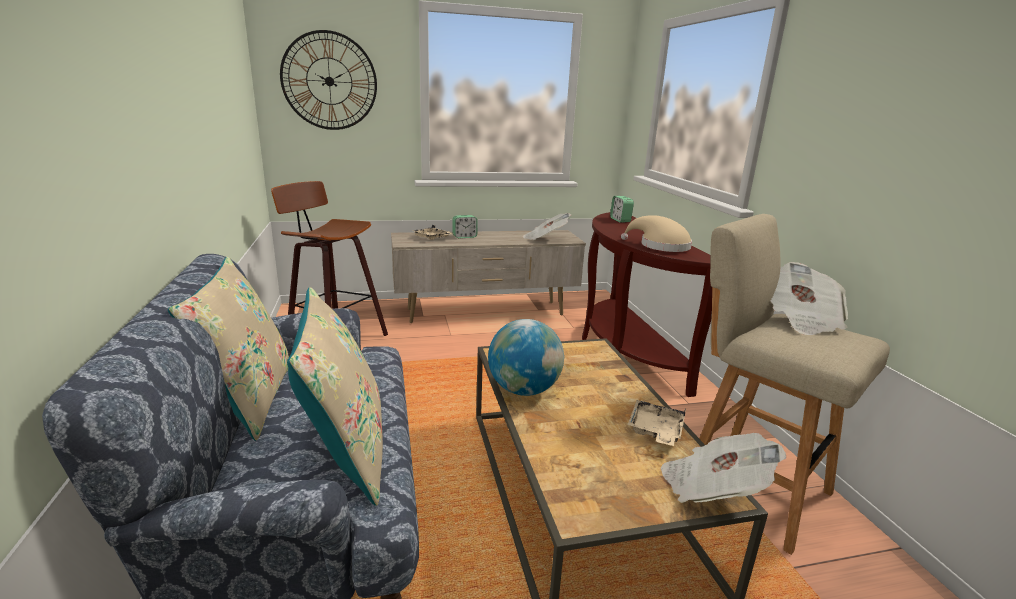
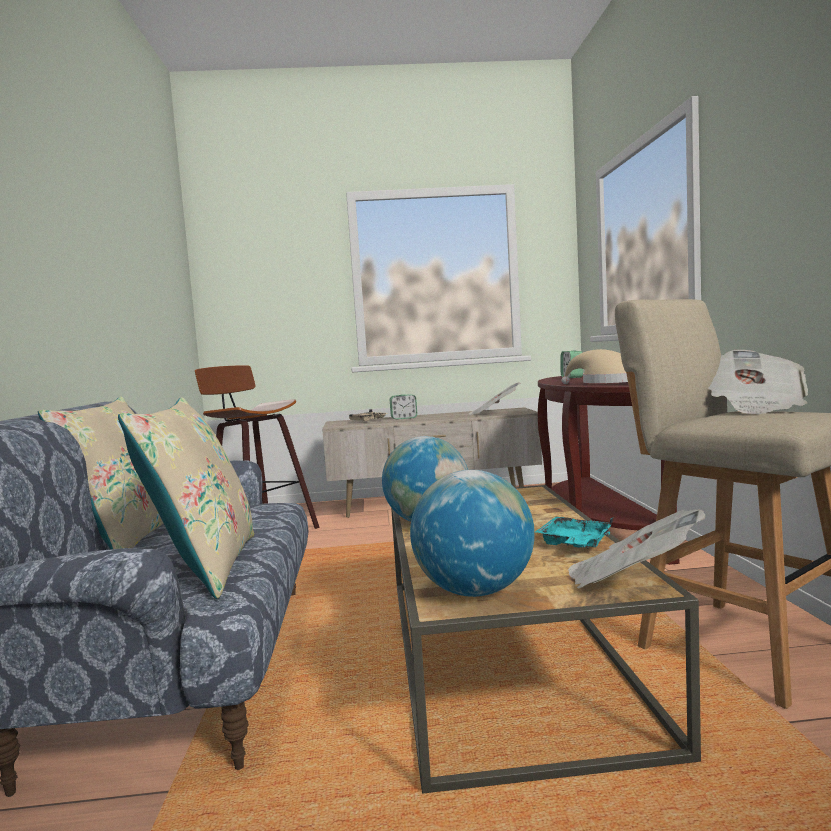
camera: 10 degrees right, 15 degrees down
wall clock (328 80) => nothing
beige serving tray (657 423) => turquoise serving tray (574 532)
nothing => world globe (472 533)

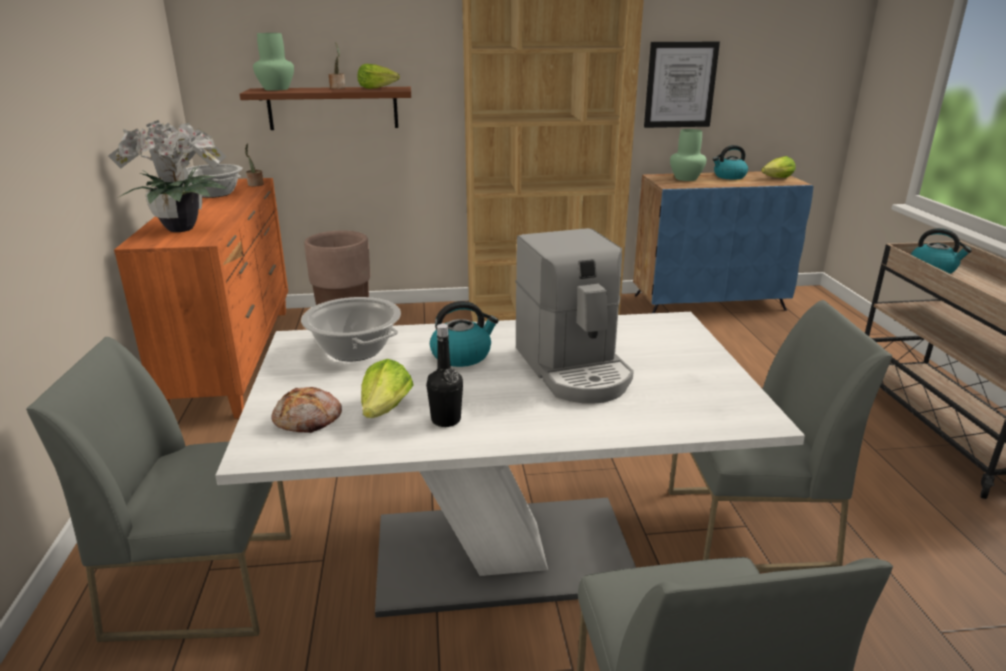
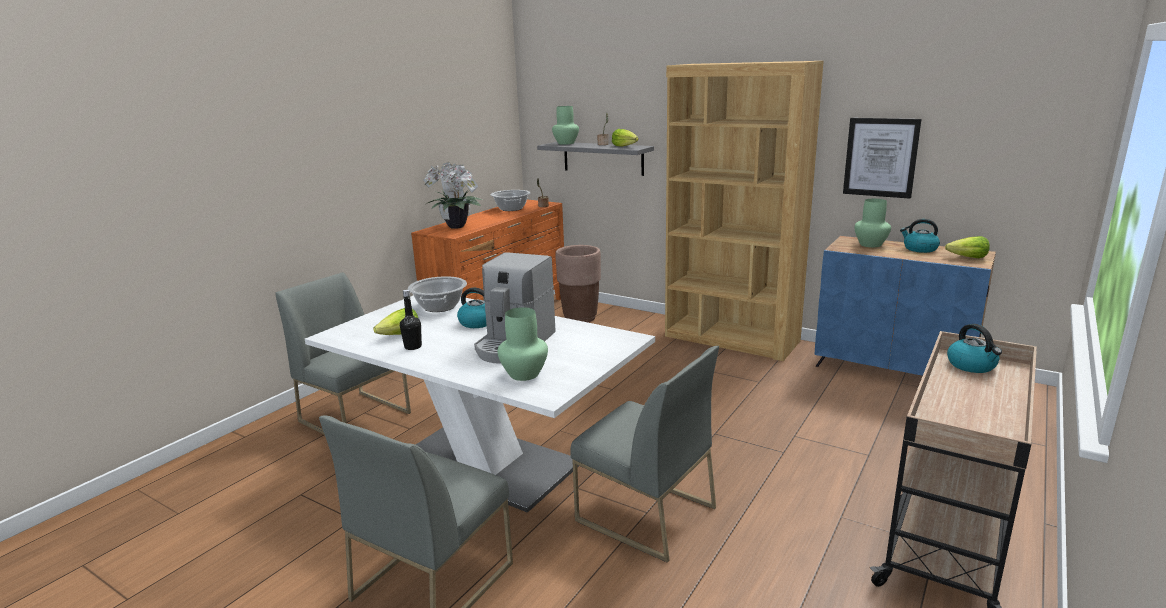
camera: 40 degrees right, 5 degrees down
brown wall shelf (325 108) => greyish wall shelf (595 159)
baked bread (307 410) => nothing
nothing => greenish flower vase (522 344)

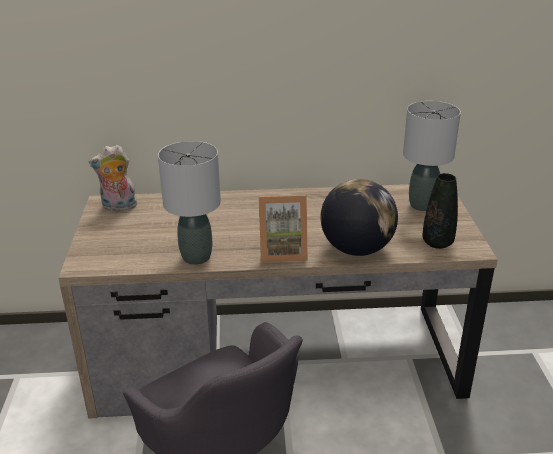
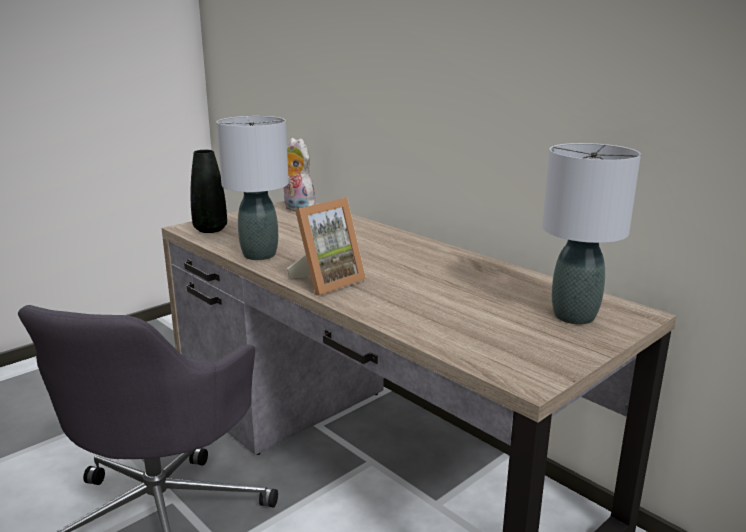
camera: 50 degrees right, 10 degrees down
black-coloured flower vase (440 211) => black-coloured flower vase (208 191), moved
world globe (359 217) => nothing
picture frame (283 229) => picture frame (326 246), 90 degrees counterclockwise

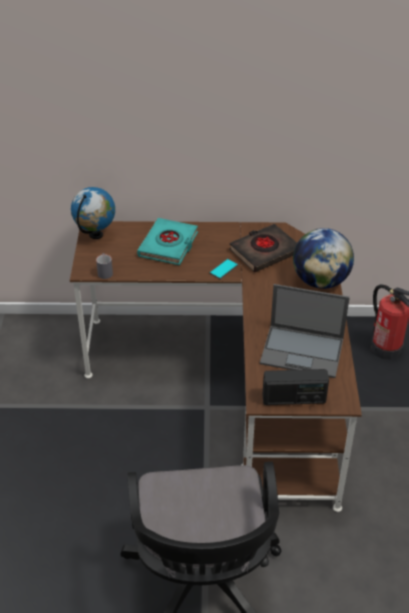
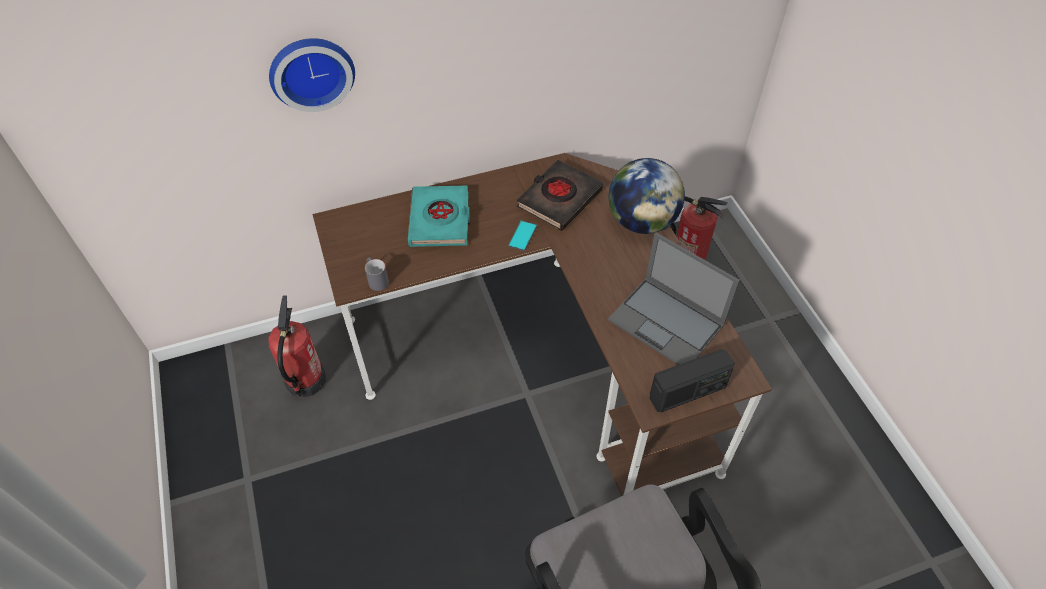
camera: 20 degrees left, 10 degrees up
world globe (93 213) => nothing
laptop (305 331) => laptop (674 298), 45 degrees clockwise
nothing => wall clock (312 75)
nothing => fire extinguisher (297 346)

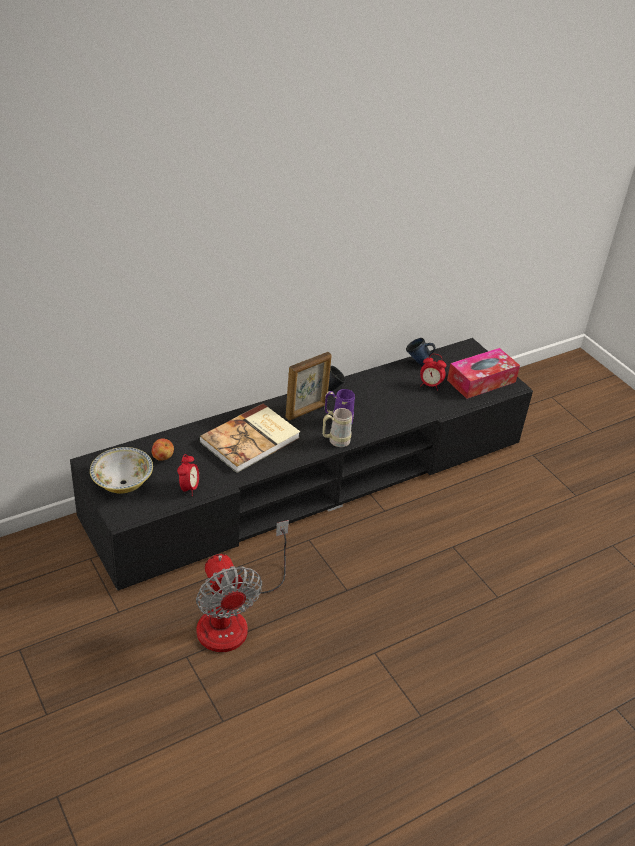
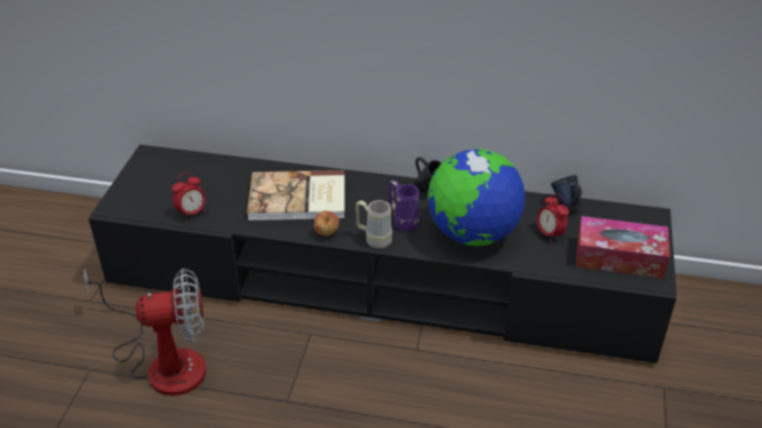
camera: 45 degrees right, 0 degrees up
picture frame (308 386) => nothing
apple (163 449) => apple (326 223), moved
deep dish (121 470) => nothing
cooling fan (242 586) => cooling fan (145 332), 120 degrees counterclockwise
nothing => world globe (476 197)

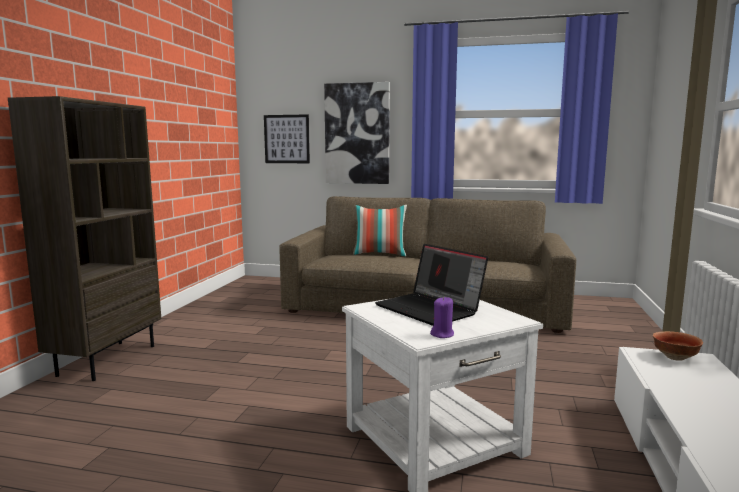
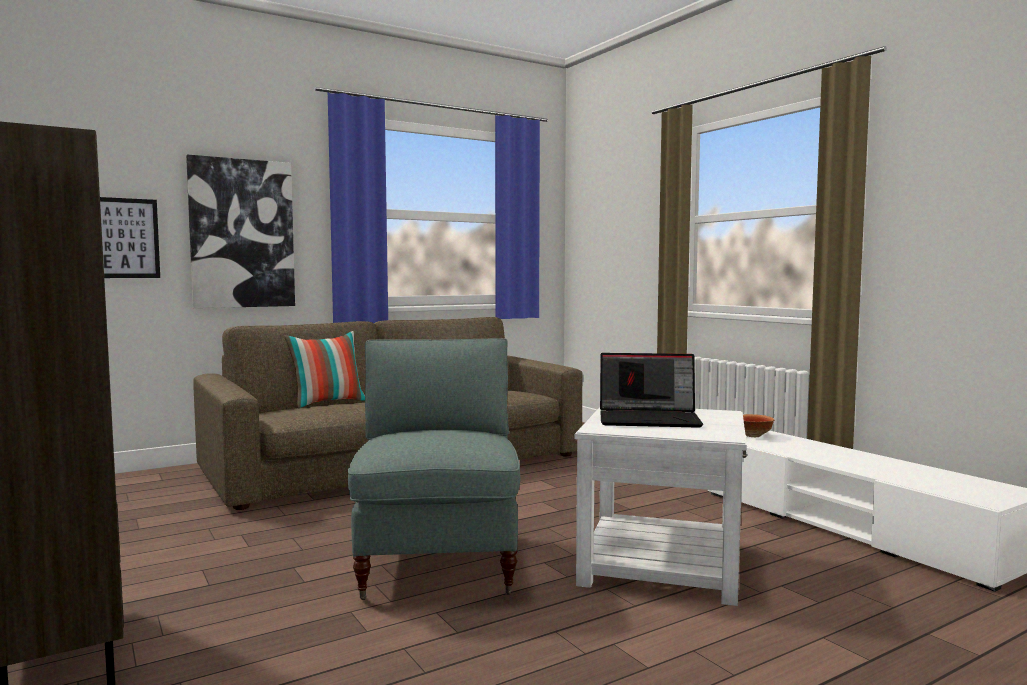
camera: 45 degrees left, 5 degrees down
purplish wax light (442 317) => nothing
nothing => greyish easy chair (434 469)

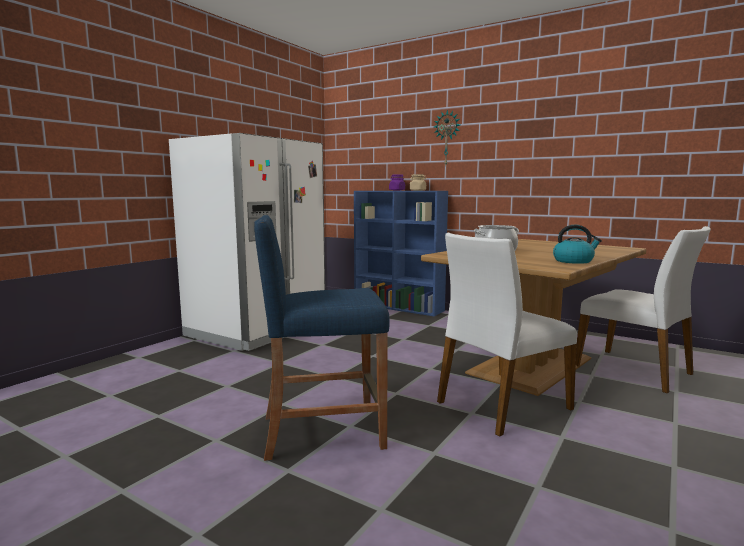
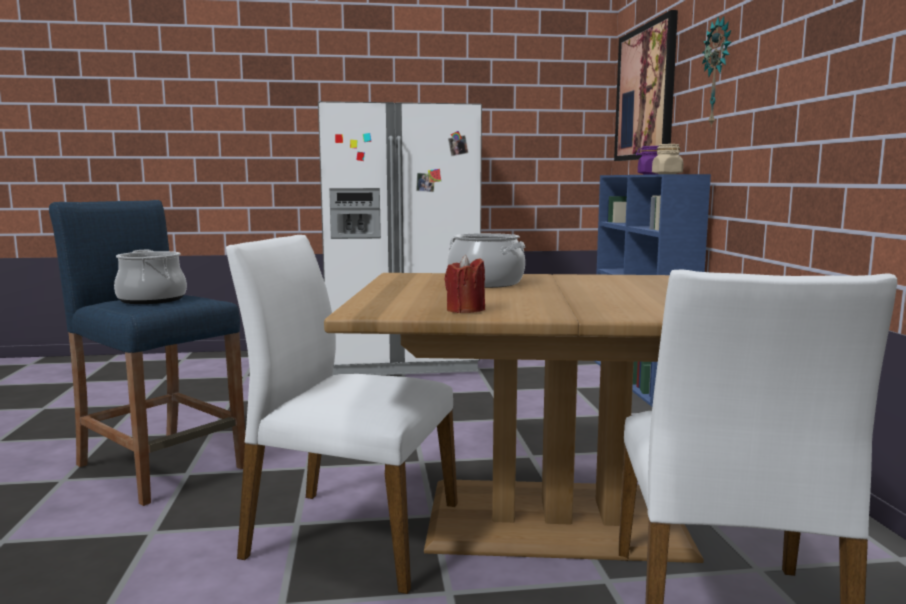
camera: 50 degrees right, 0 degrees up
kettle (577 244) => reddish wax light (465 284)
nothing => wall art (646 85)
nothing => saucepot (150 277)

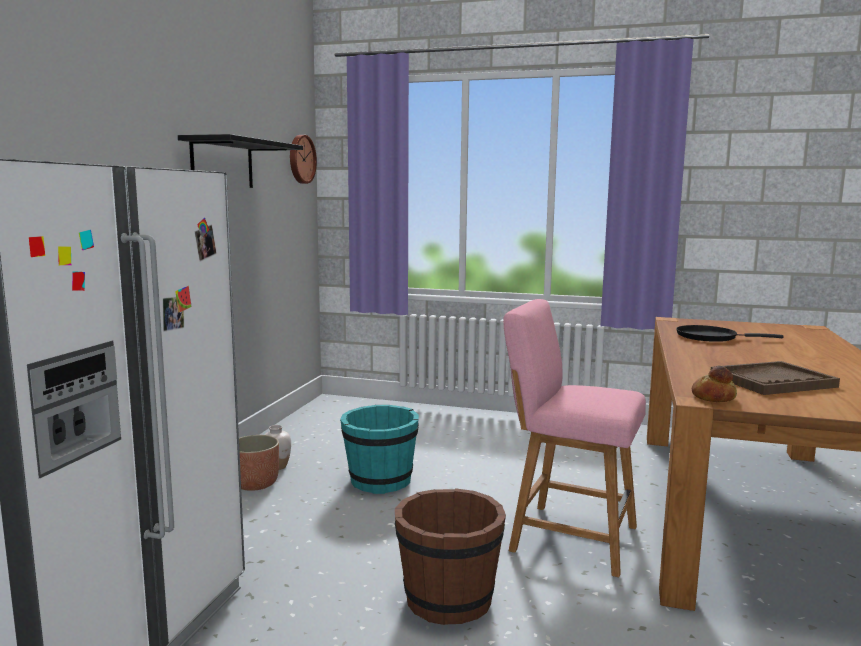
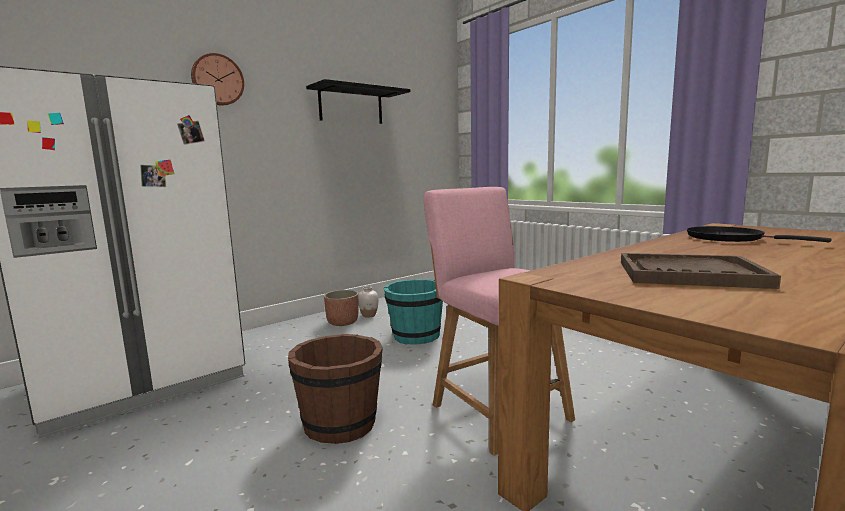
camera: 35 degrees right, 0 degrees up
wall clock (303 159) => wall clock (217 79), moved
baked bread (714 383) => nothing

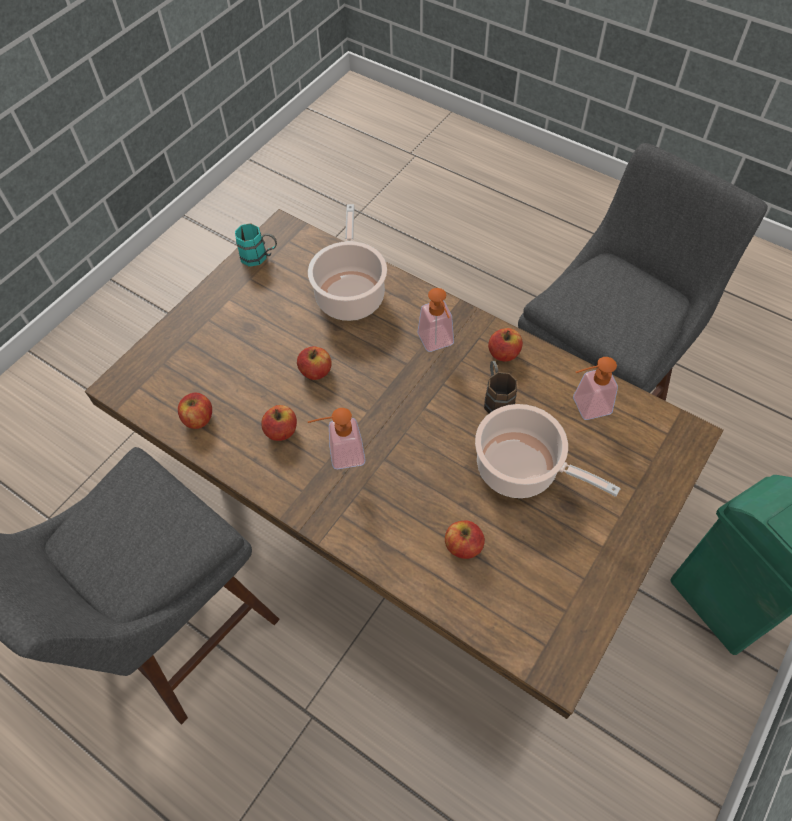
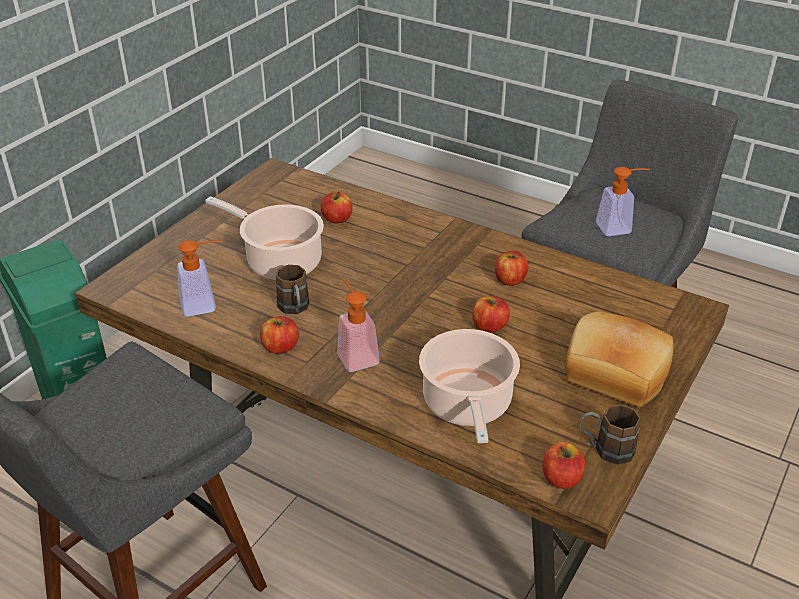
camera: 175 degrees right, 20 degrees down
turquoise tea mug (256 245) => brown tea mug (610 434)
apple (195 411) => apple (564 465), moved
liquid soap bottle (337 438) => liquid soap bottle (623 201), moved
nothing => baked bread (619 359)

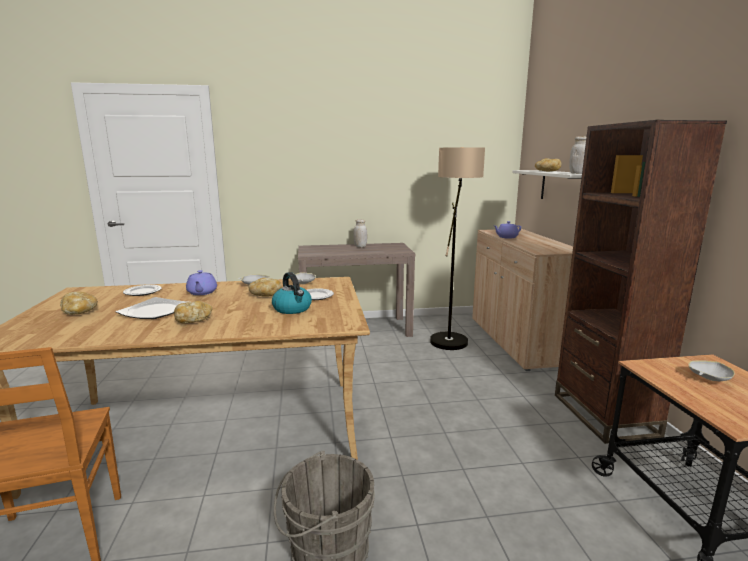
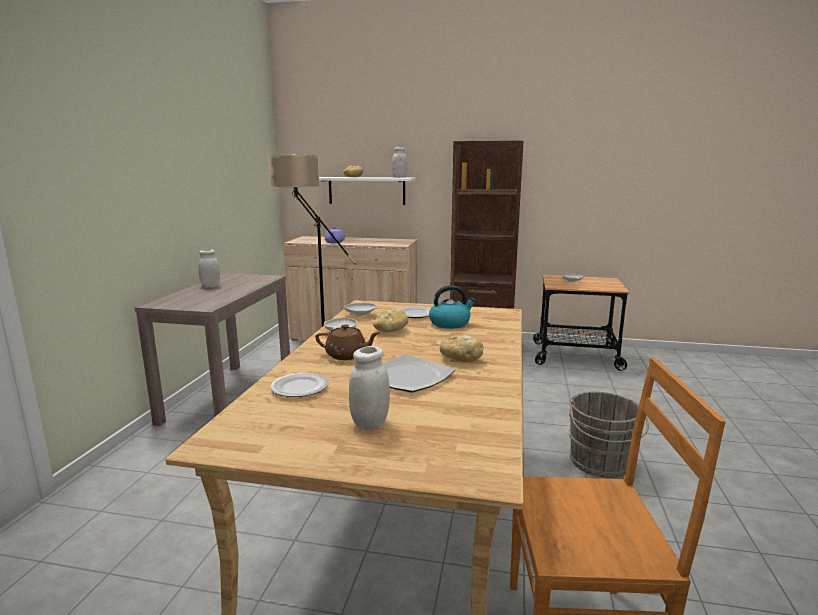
camera: 70 degrees left, 0 degrees up
purplish teapot (201 282) => brown teapot (347 342)
baked bread (79 303) => white-coloured storage jar (369 388)

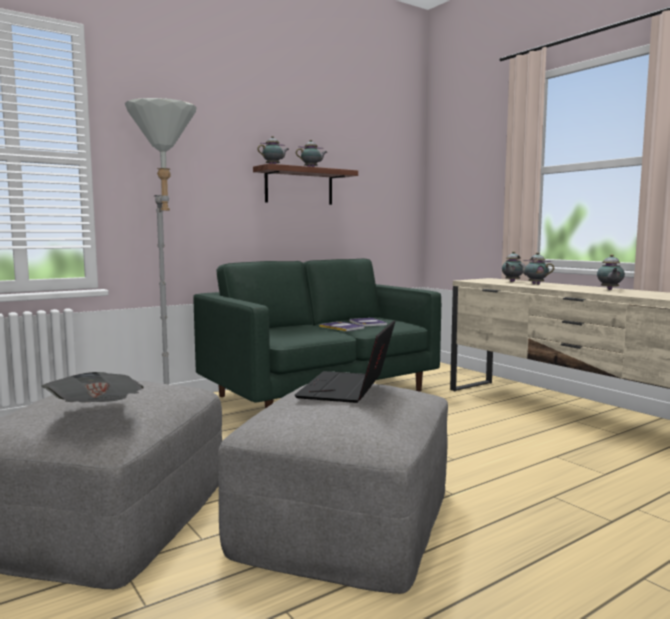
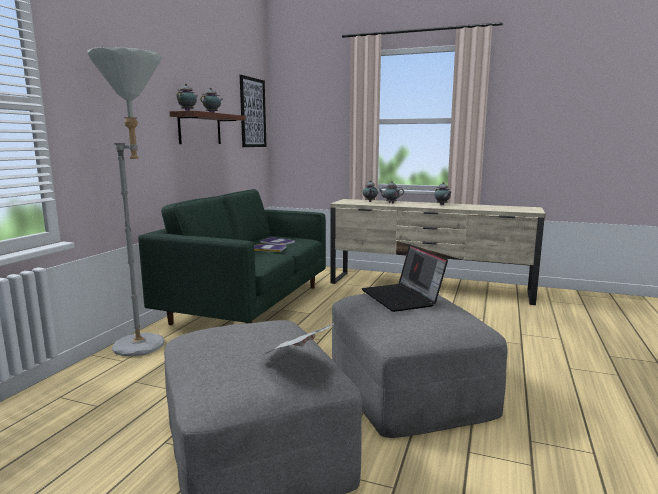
camera: 35 degrees left, 5 degrees up
nothing => wall art (253 111)

